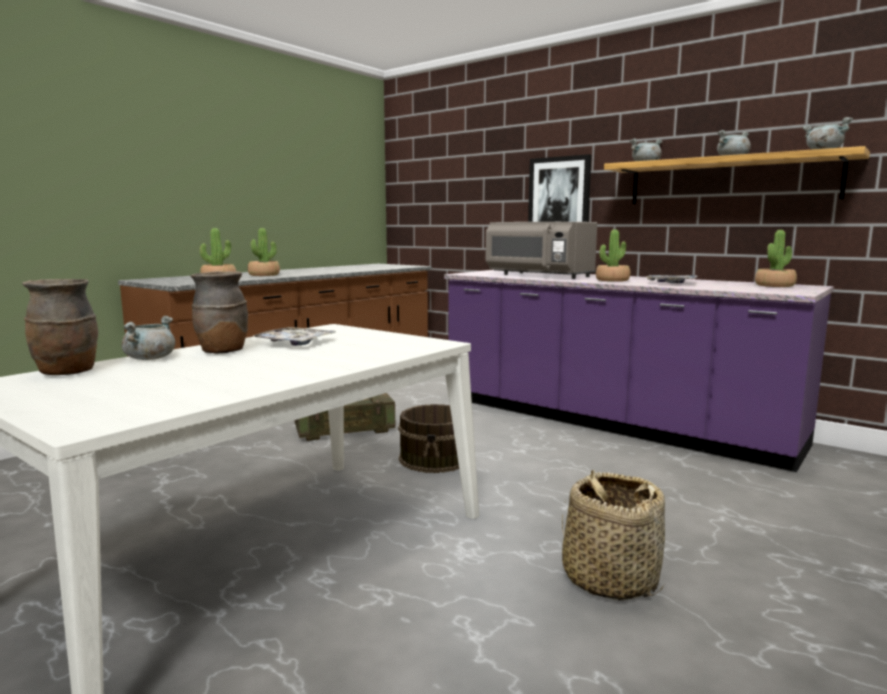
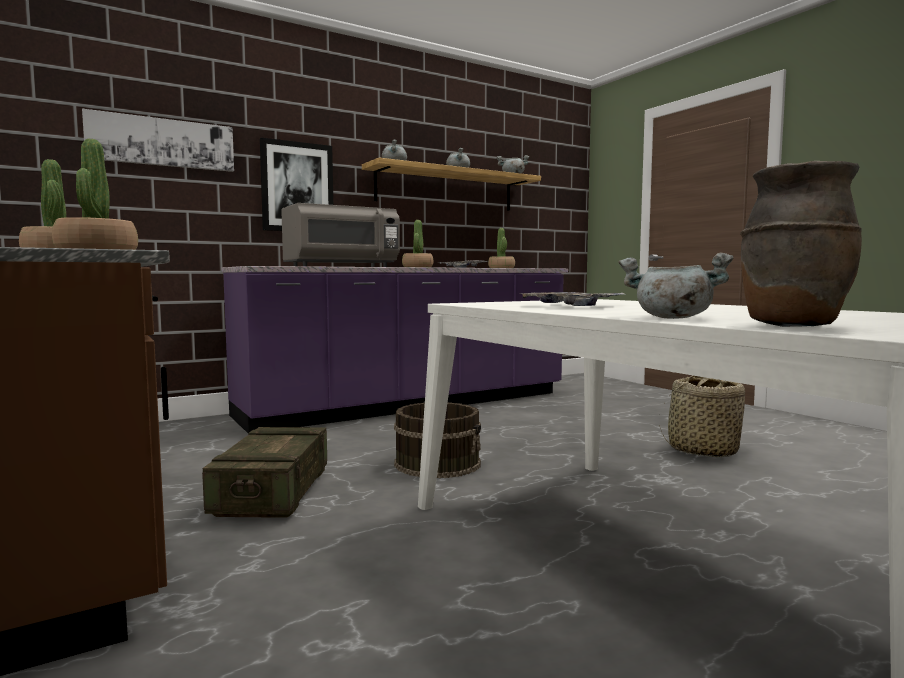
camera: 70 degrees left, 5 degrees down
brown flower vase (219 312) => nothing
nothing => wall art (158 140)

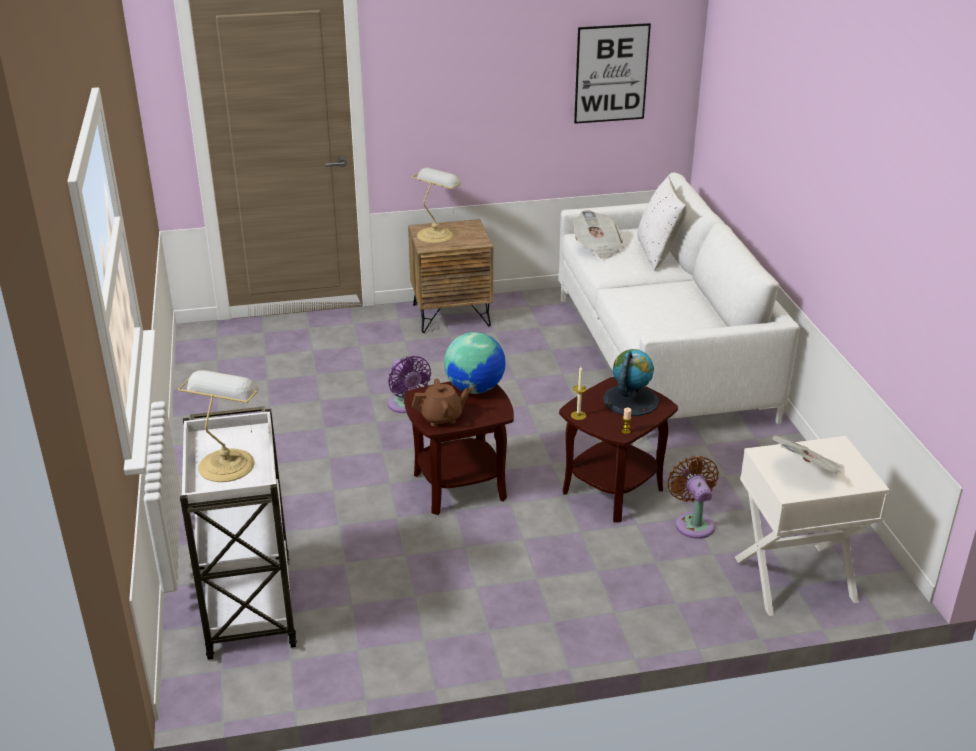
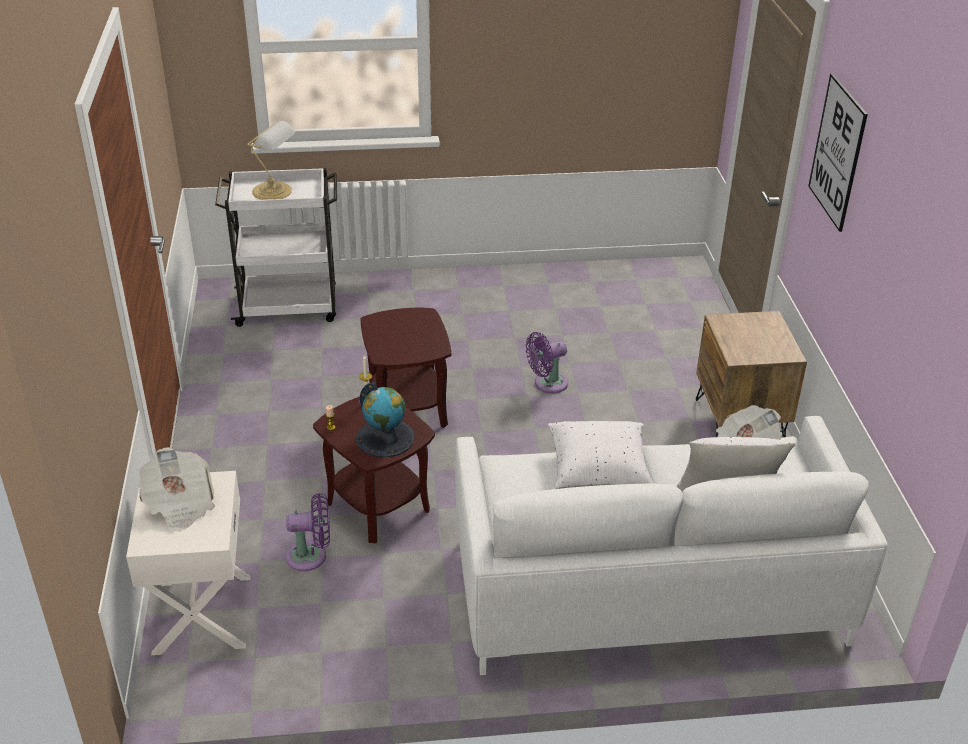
camera: 95 degrees right, 5 degrees up
wall art (612 73) => wall art (838 152), moved
table lamp (436 205) => nothing
world globe (475 363) => nothing
brown teapot (441 402) => nothing
brown cooling fan (693 497) => purplish cooling fan (308 532)
nothing => white-coloured cushion (601 455)

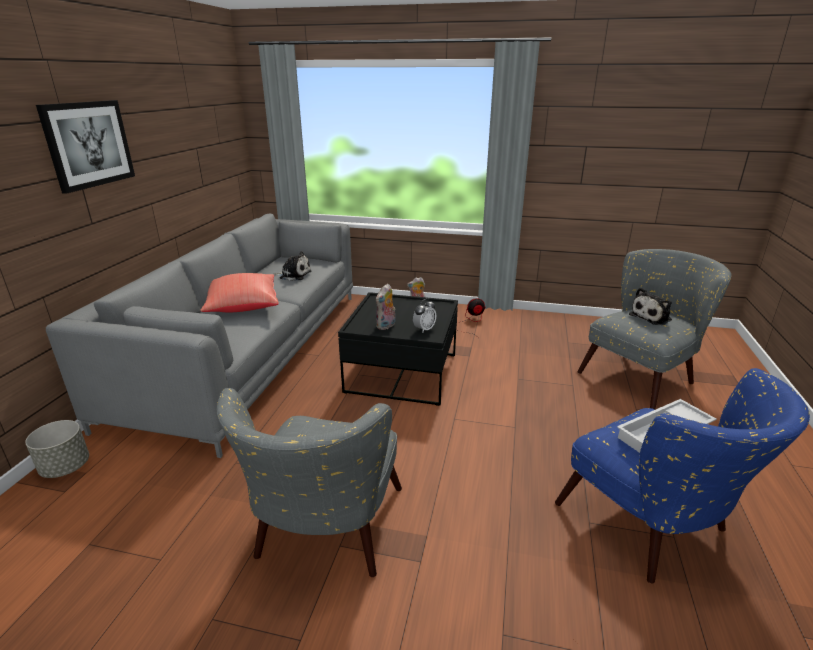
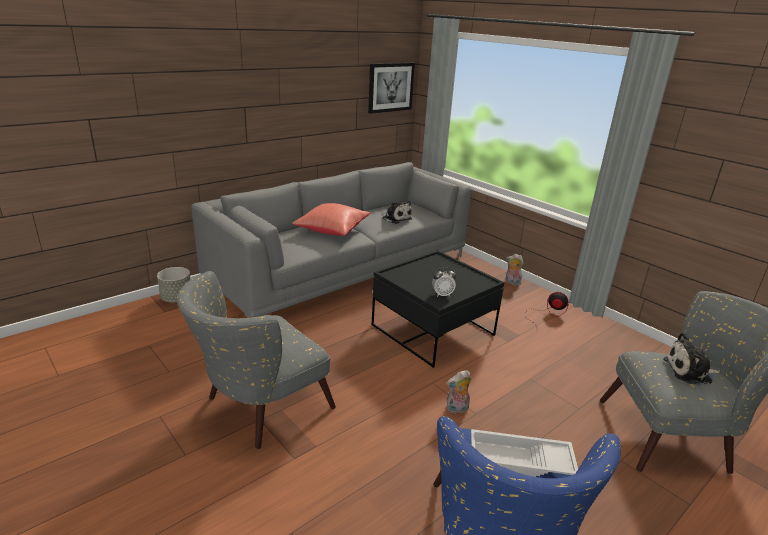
camera: 35 degrees right, 0 degrees up
wall art (85 147) => wall art (391 88), moved
plush toy (386 306) => plush toy (458 392), moved

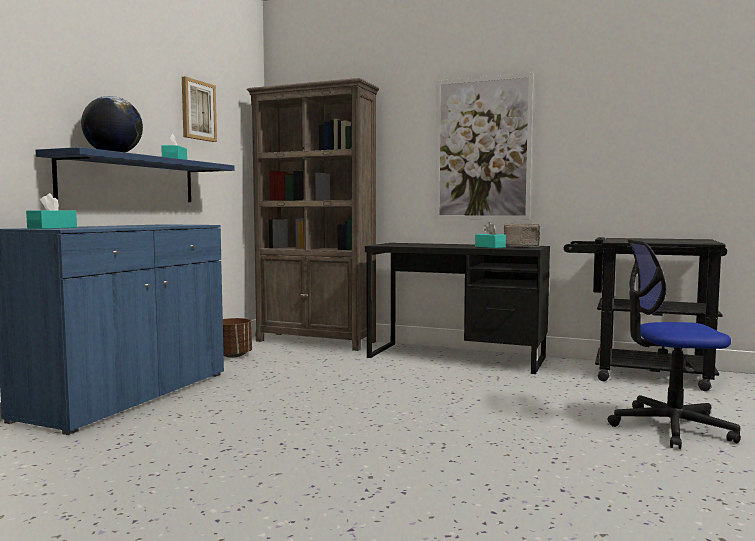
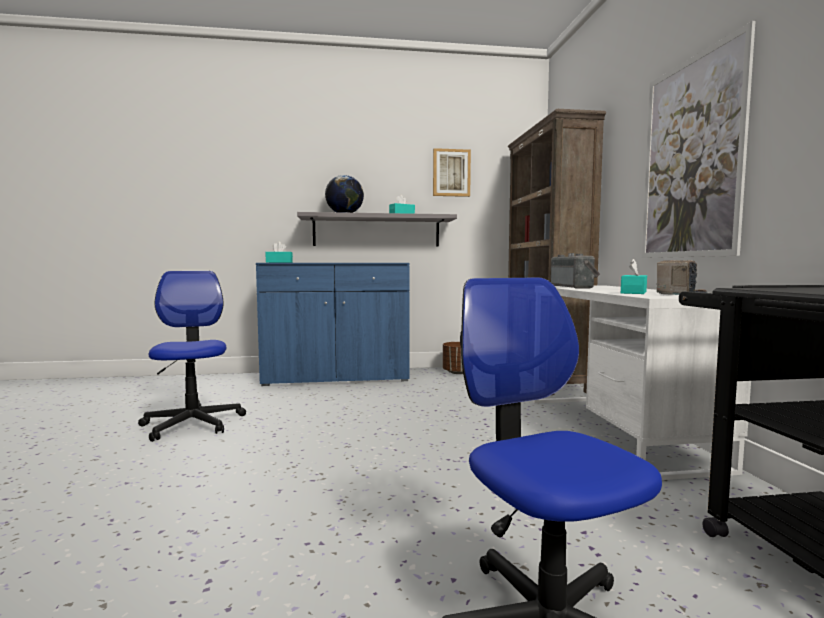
camera: 60 degrees right, 0 degrees up
bluish wall shelf (135 174) => greyish wall shelf (377 229)
black-coloured desk table (457 308) => white-coloured desk table (642 382)
nothing => radio (575 271)
nothing => office chair (192 356)

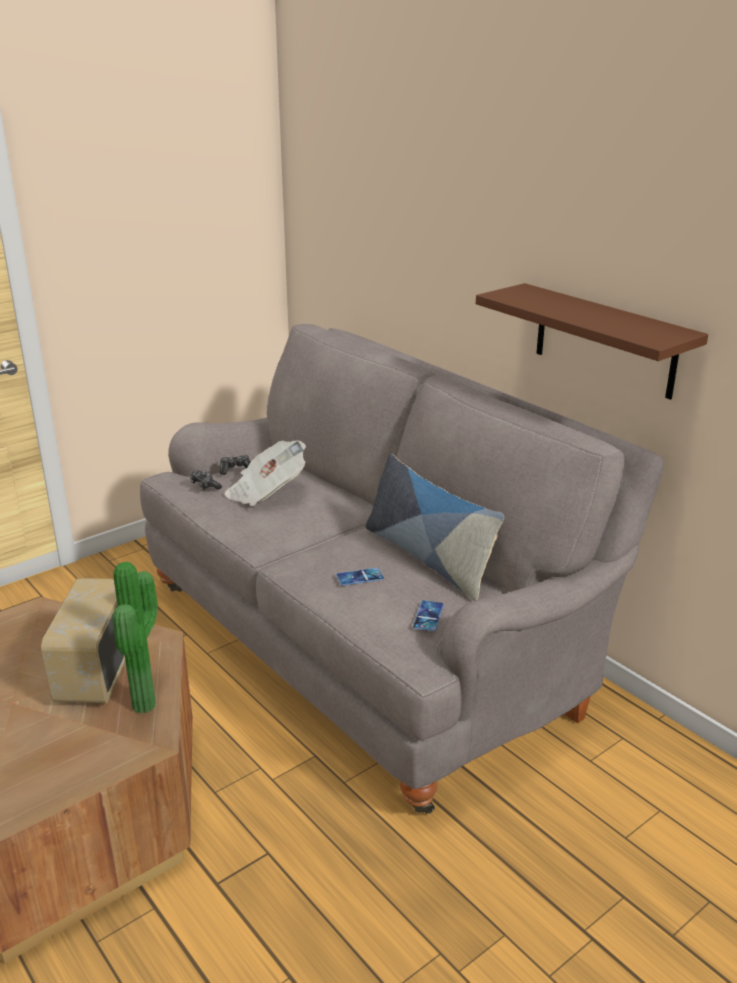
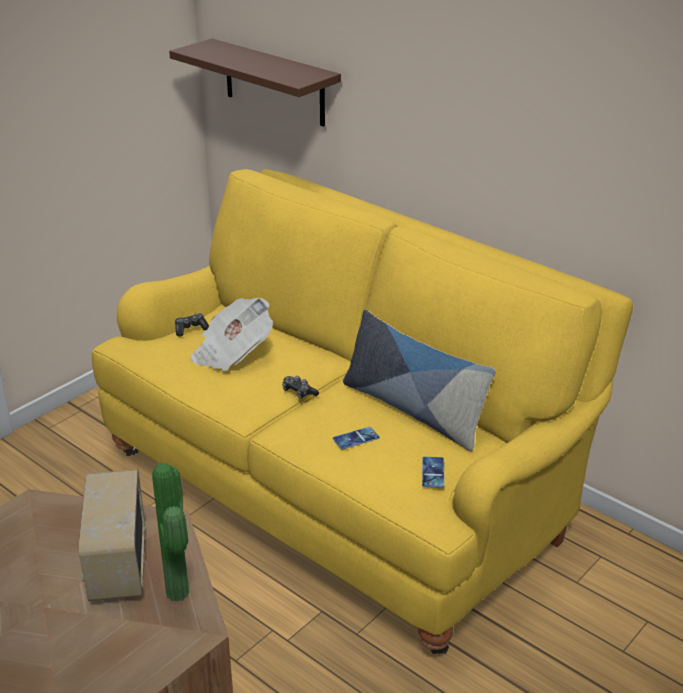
camera: 10 degrees left, 5 degrees up
brown wall shelf (592 341) => brown wall shelf (255 83), moved
greyish couch (402 569) => yellow-coloured couch (362 411)
game controller (206 480) => game controller (300 387), moved

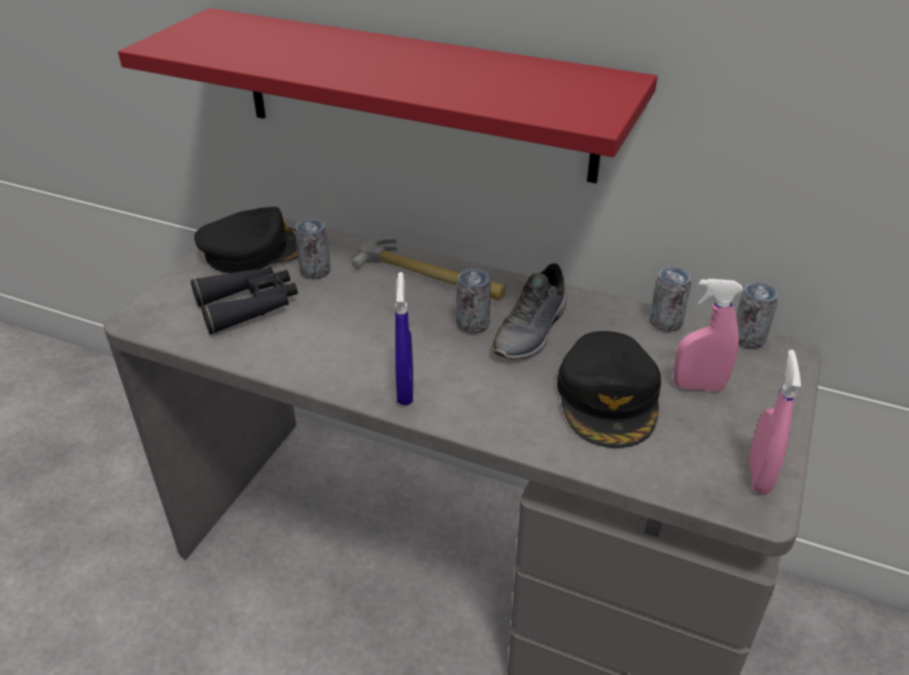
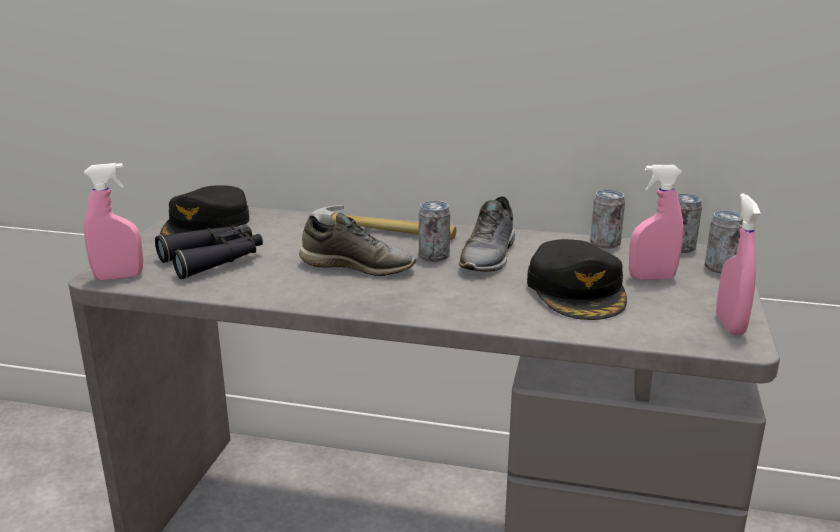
camera: 10 degrees left, 15 degrees down
reddish wall shelf (387 95) => nothing
black-coloured peaked cap (246 240) => black-coloured peaked cap (204 210), 135 degrees clockwise
sealed can (313 249) => sealed can (724 242), moved
bluish spray bottle (404 338) => nothing
nothing => pink spray bottle (113 221)
nothing => greyish low shoe (357 244)

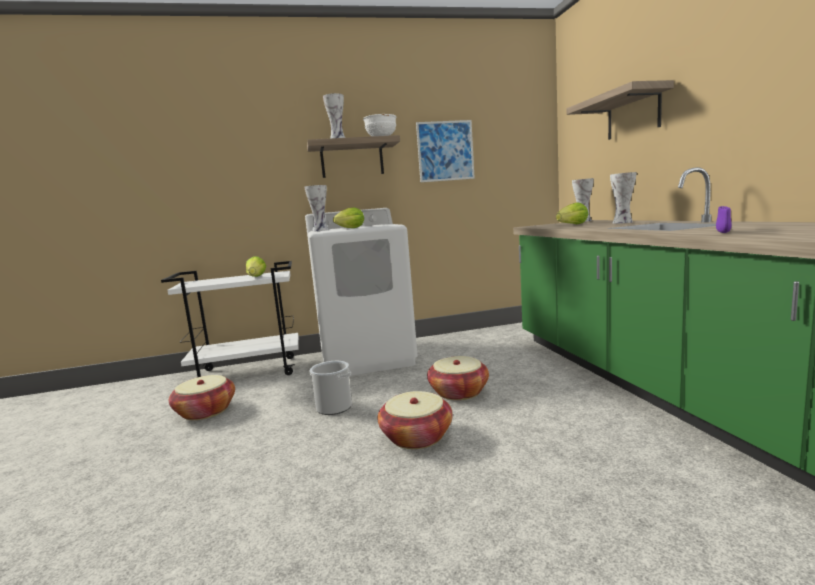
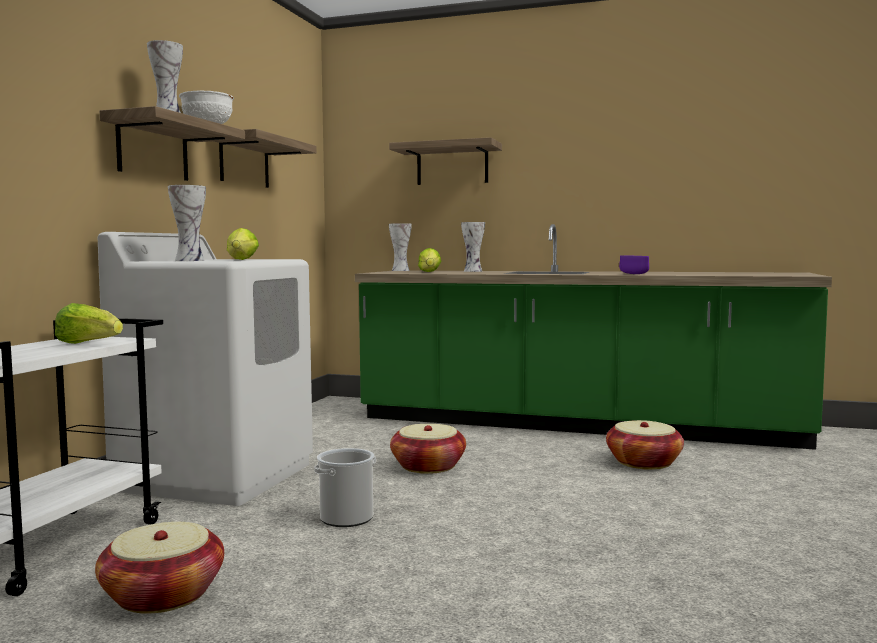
camera: 60 degrees left, 5 degrees down
wall art (445 151) => wall shelf (265 158)
basket (415 420) => basket (645 445), moved

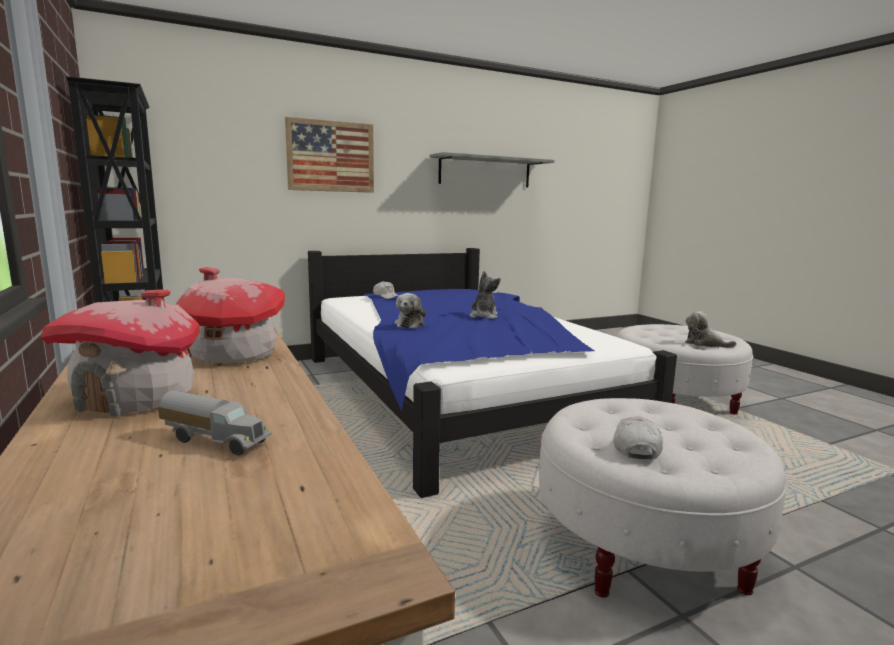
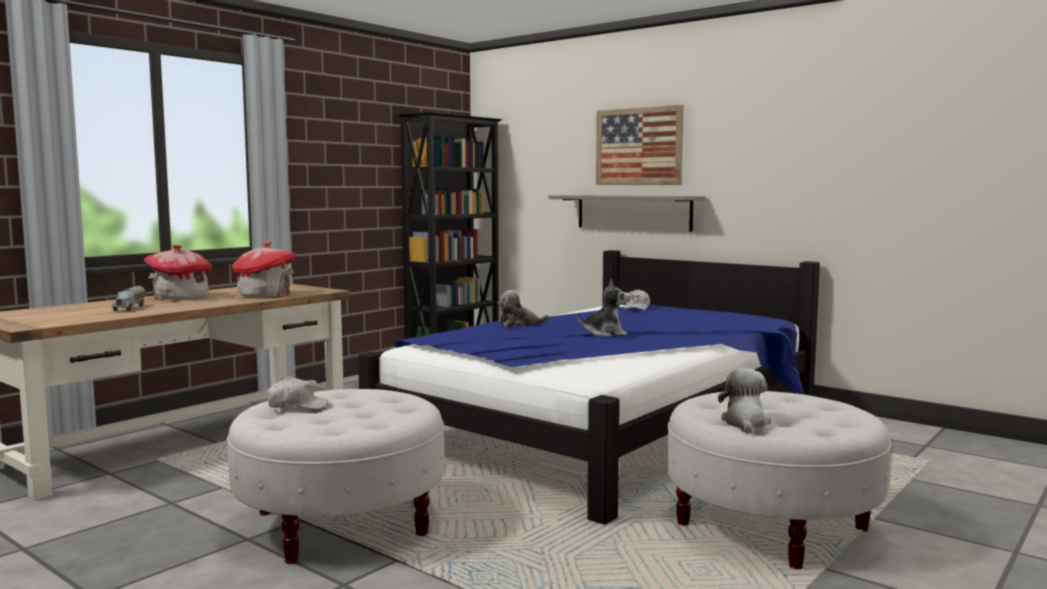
camera: 65 degrees right, 5 degrees down
greyish wall shelf (492 169) => greyish wall shelf (626 213), moved

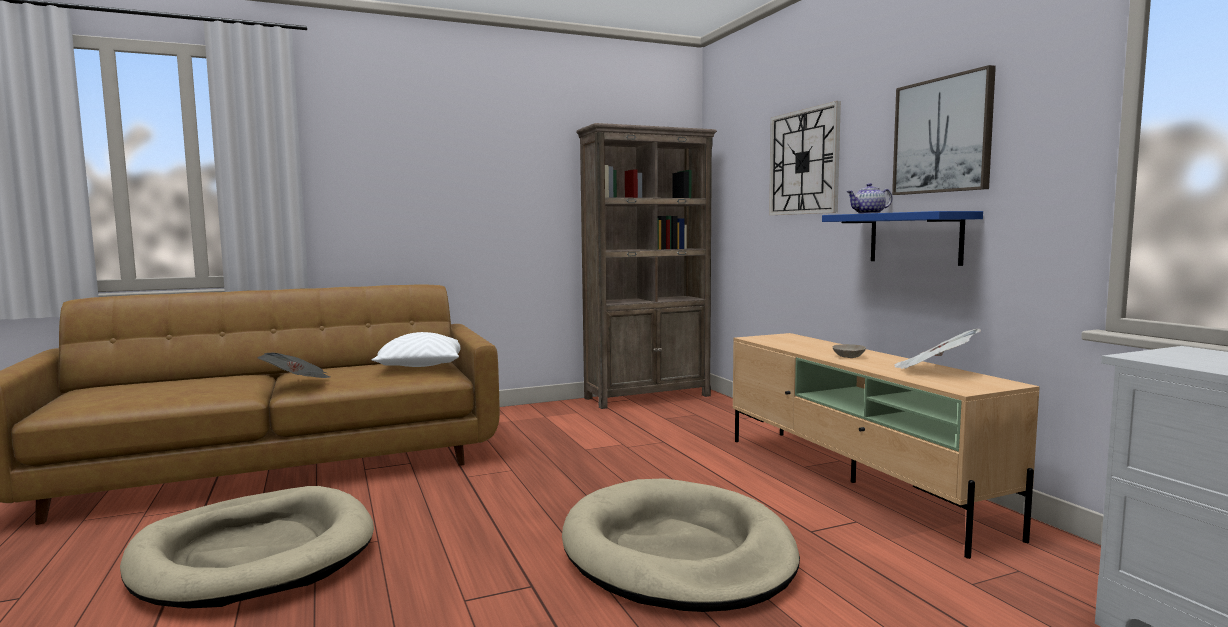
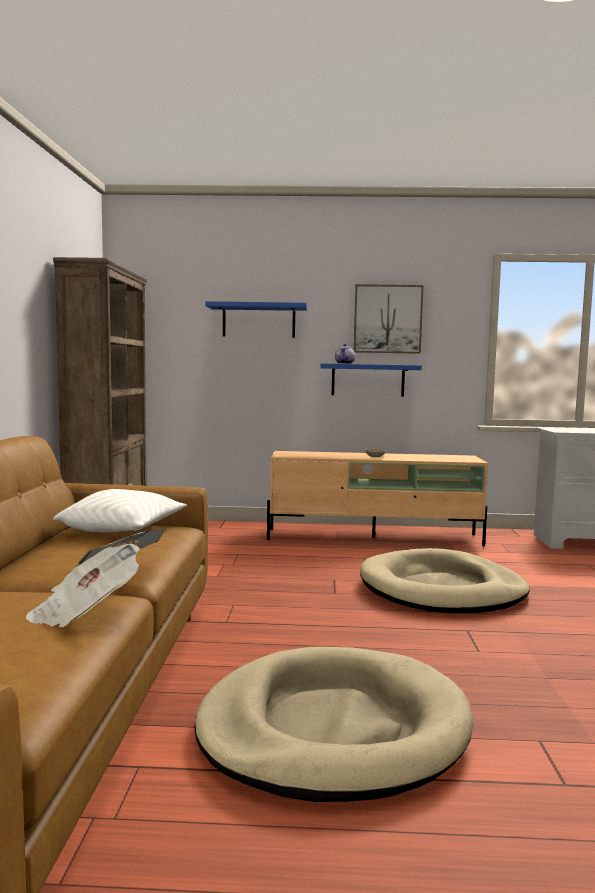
camera: 65 degrees left, 0 degrees up
wall clock (805 158) => bluish wall shelf (256 319)
newspaper (937 349) => newspaper (83 586), moved

